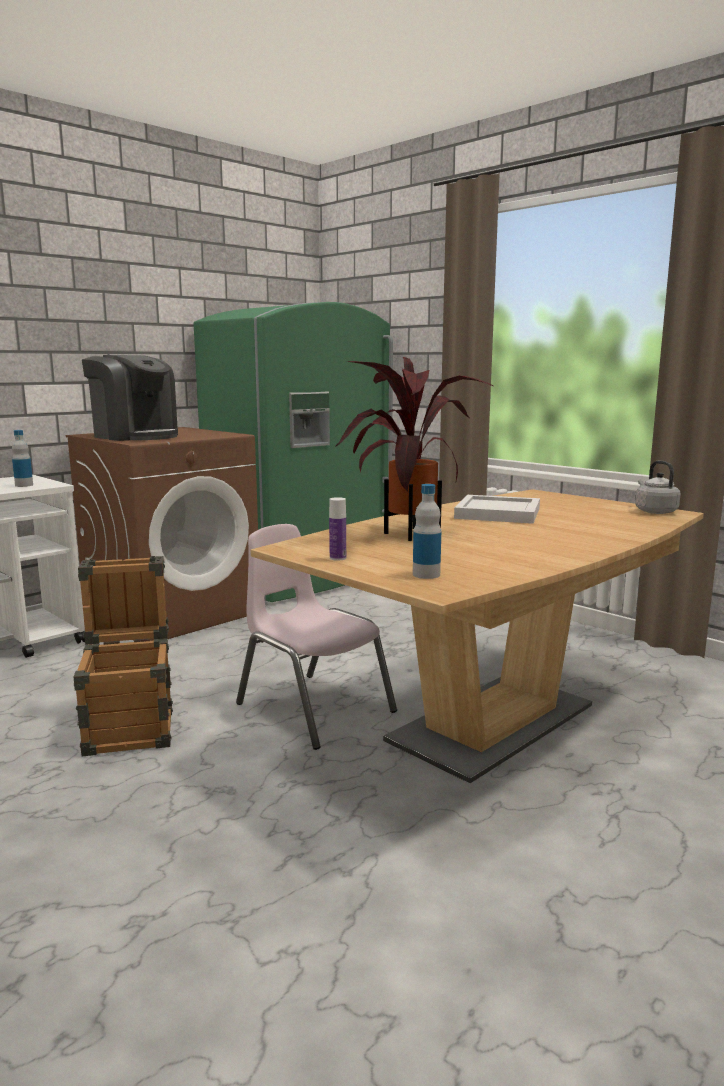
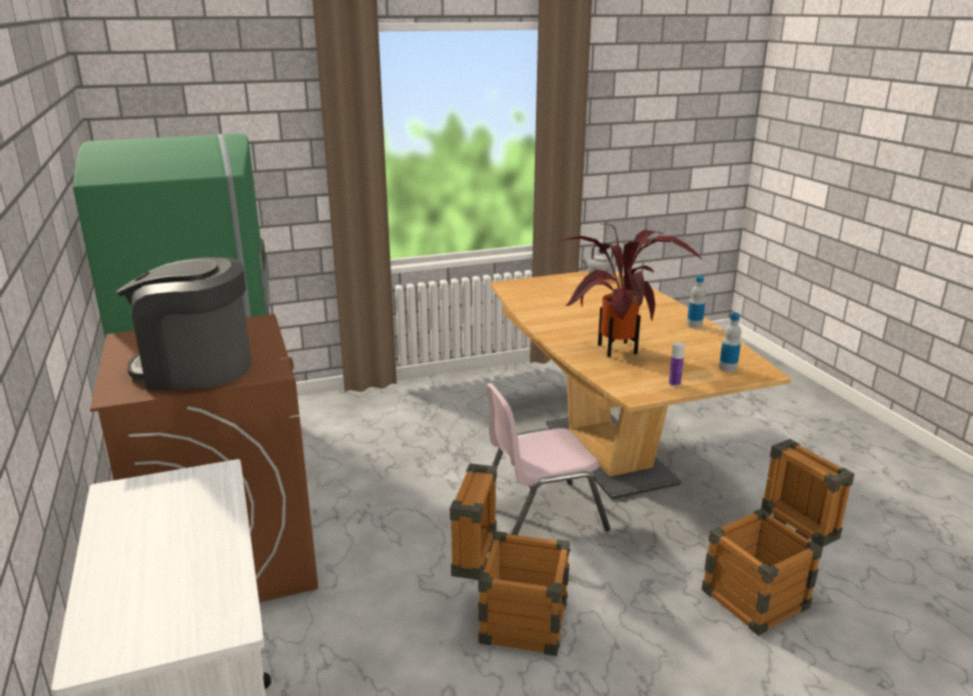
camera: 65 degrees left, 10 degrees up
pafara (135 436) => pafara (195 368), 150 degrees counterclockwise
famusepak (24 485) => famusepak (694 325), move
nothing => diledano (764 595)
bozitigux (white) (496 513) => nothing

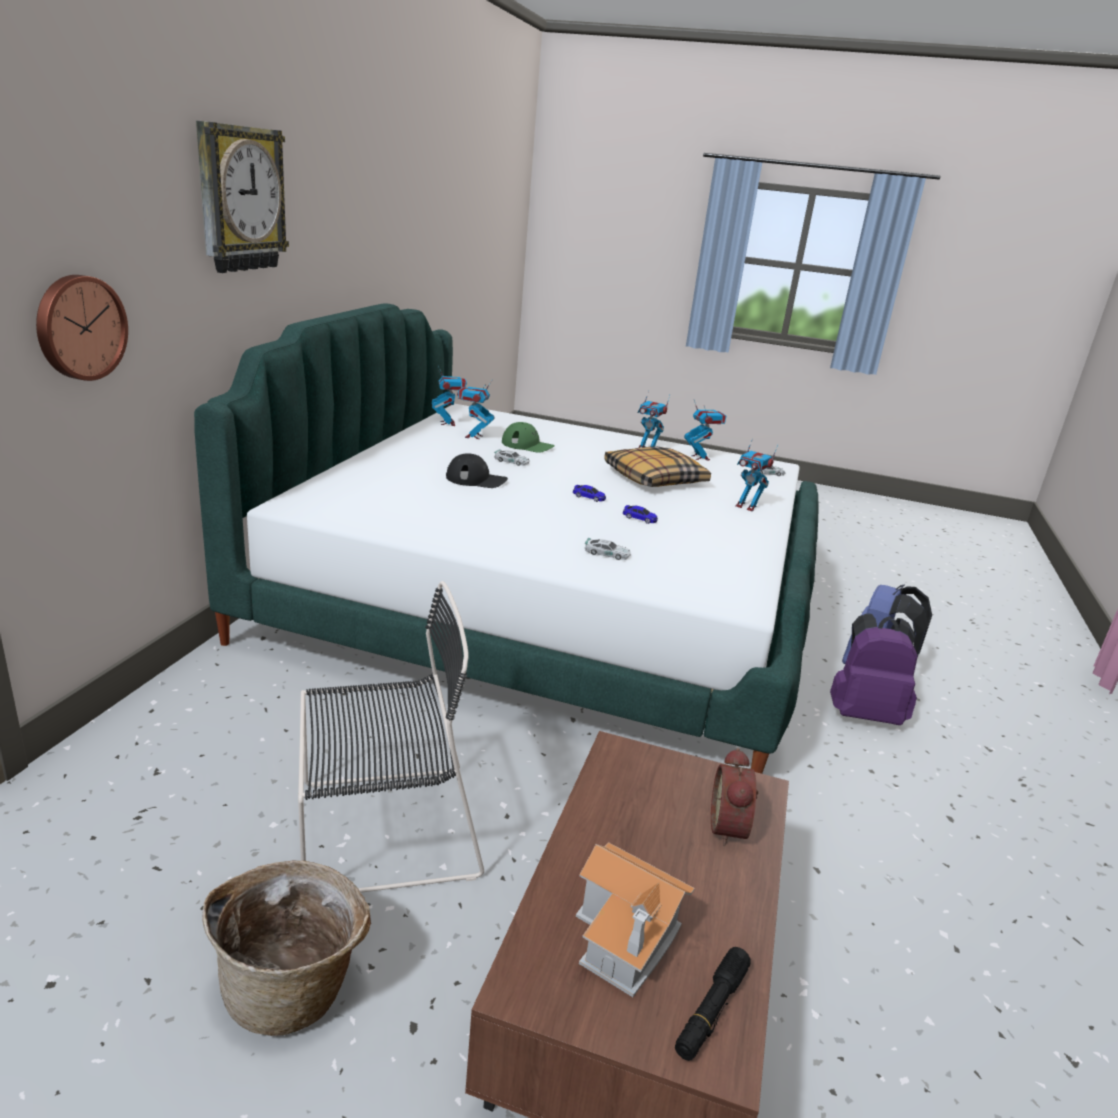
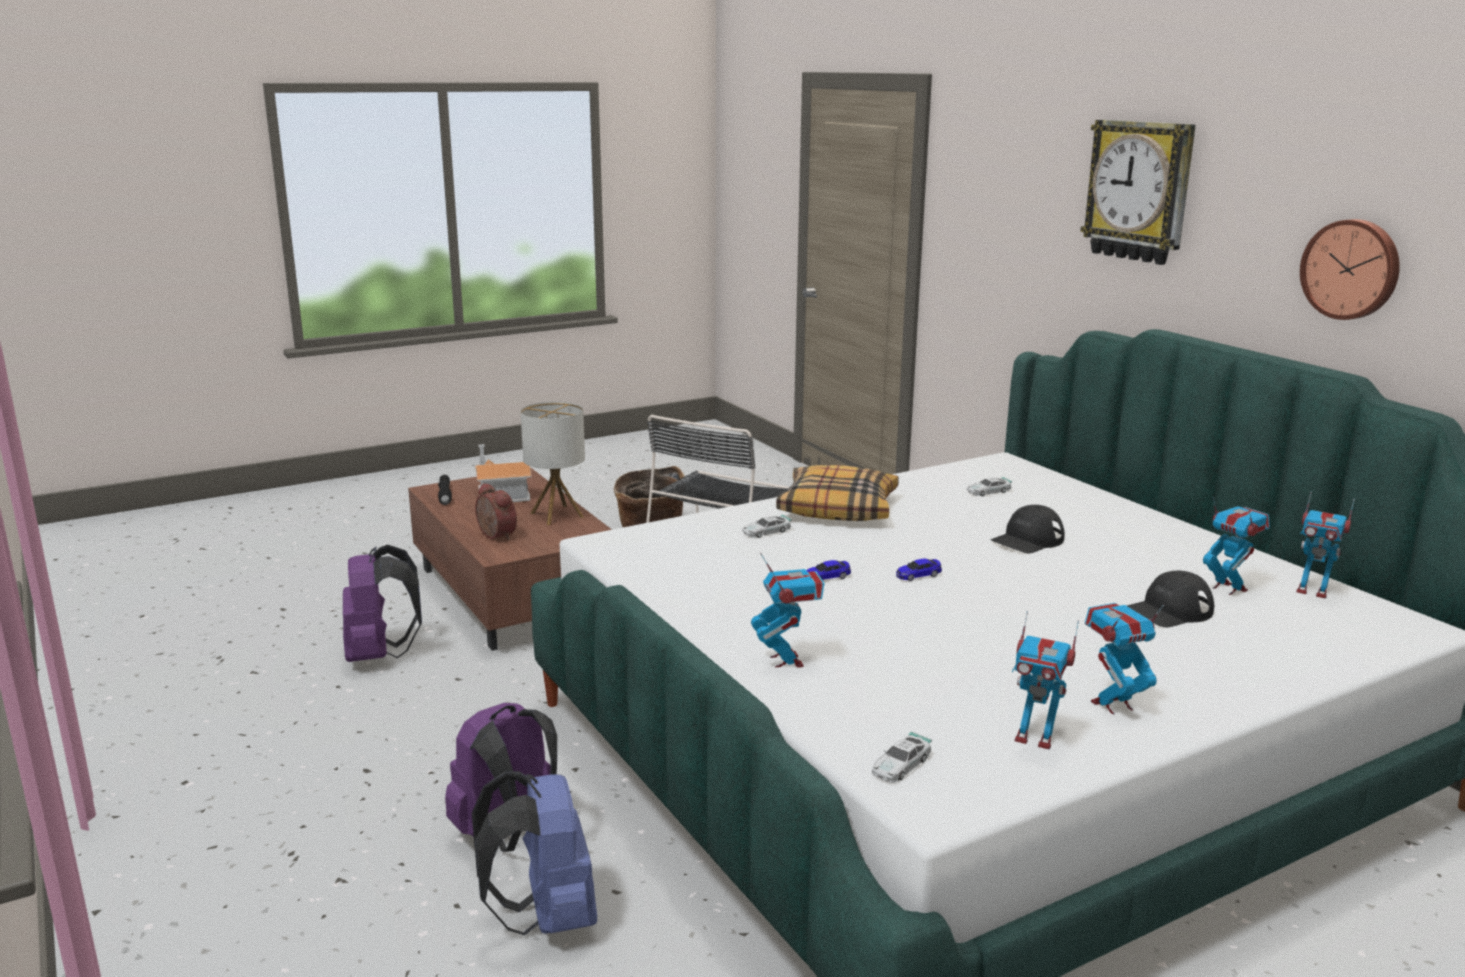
camera: 135 degrees right, 5 degrees down
nothing => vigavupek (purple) (379 655)
nothing => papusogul (557 515)
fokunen (746 507) => fokunen (787 660), 90 degrees clockwise
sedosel (654 479) => sedosel (838 508), move
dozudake (511 462) => dozudake (988 492), move
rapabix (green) (527 445) => rapabix (black) (1169 611)
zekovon (79 327) => zekovon (1351 269), move

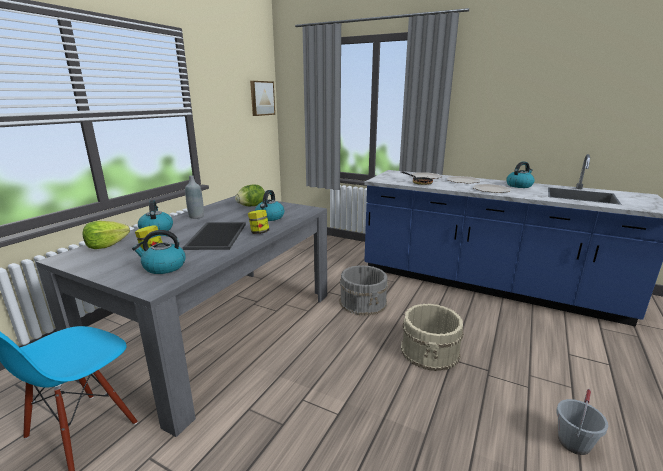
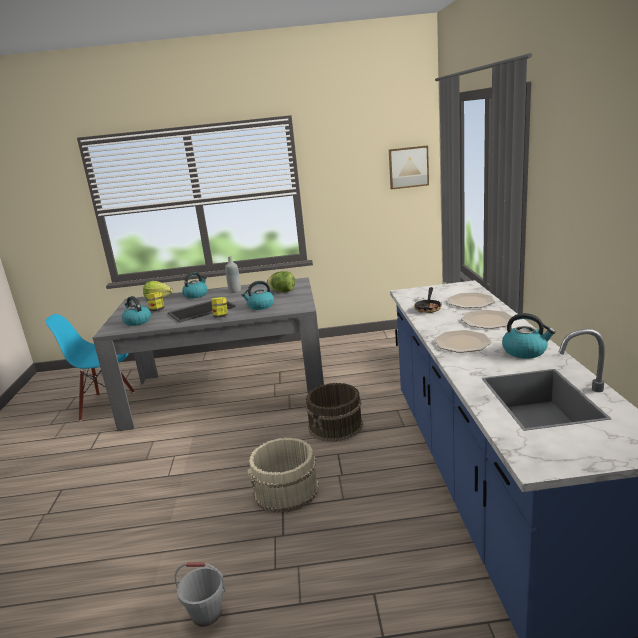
camera: 60 degrees right, 0 degrees up
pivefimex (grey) (363 302) => pivefimex (brown) (336 426)

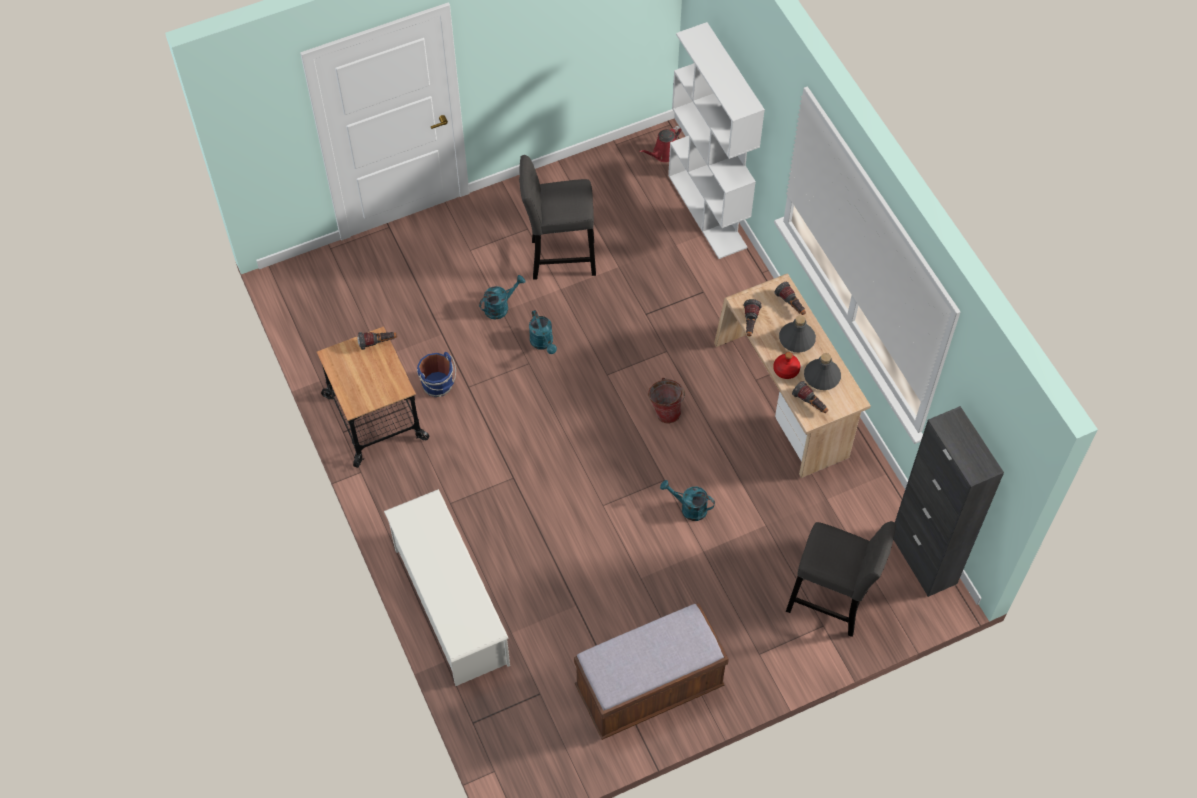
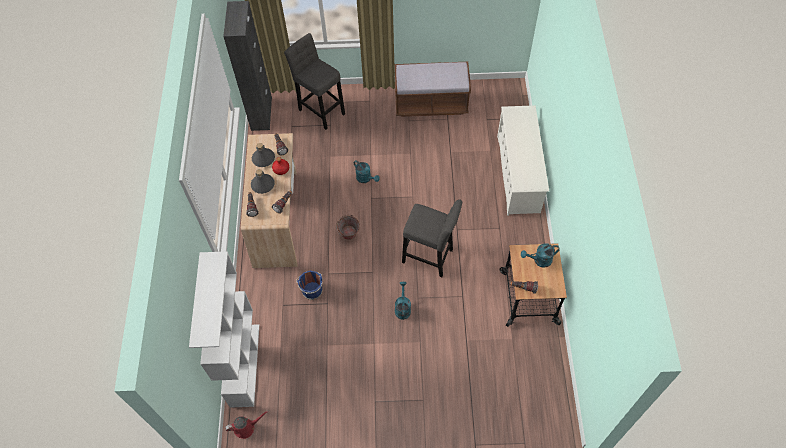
camera: 155 degrees left, 0 degrees up
pivefimex (blue) (438 385) => pivefimex (blue) (312 290), move
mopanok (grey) (559 258) => mopanok (grey) (430 258), move
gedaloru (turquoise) (500 306) => gedaloru (turquoise) (539 260), move

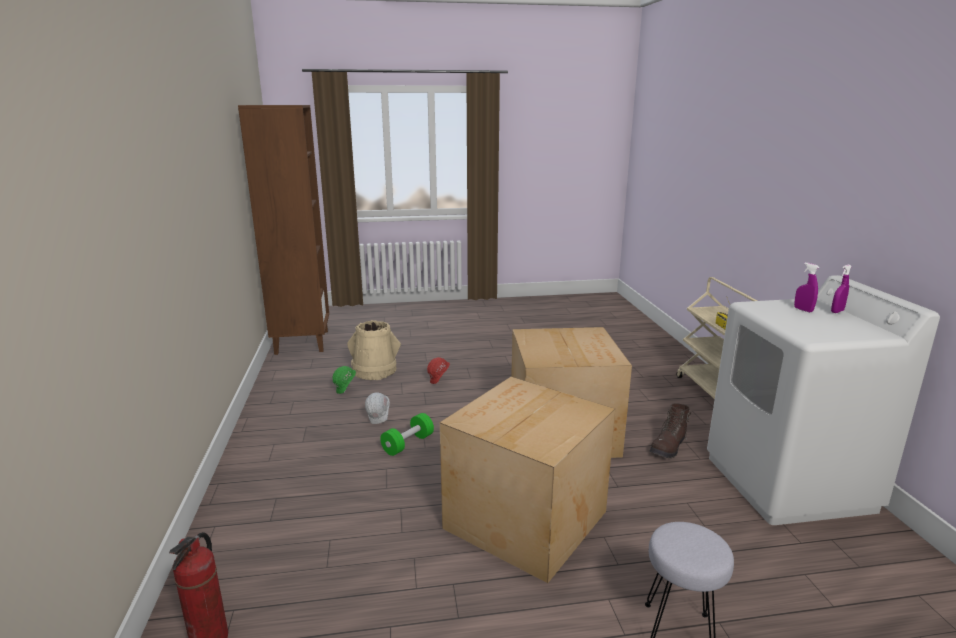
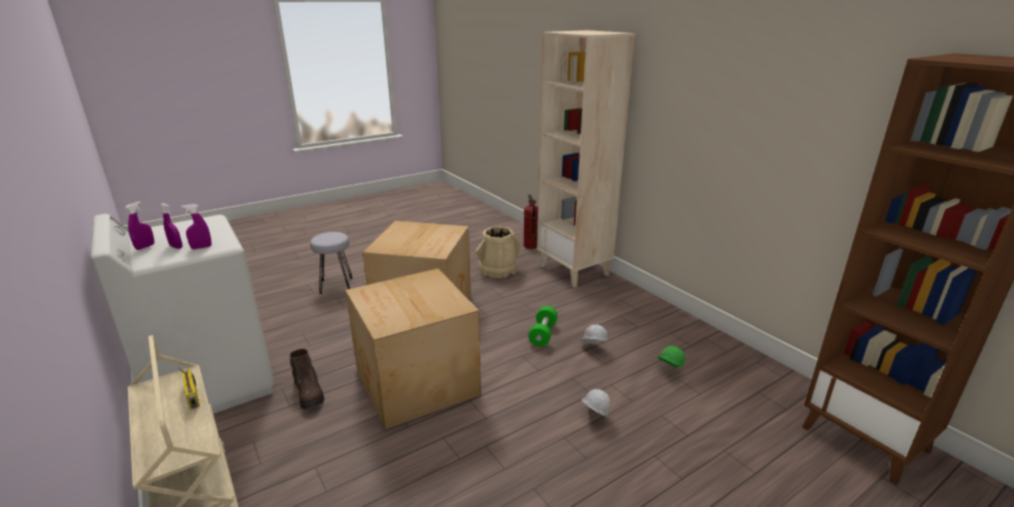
camera: 155 degrees right, 5 degrees up
nothing => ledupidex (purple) (201 247)
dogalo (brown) (669 447) => dogalo (brown) (309 394), 135 degrees clockwise
pivefimex (beige) (374 371) => pivefimex (beige) (498 269), move
nothing => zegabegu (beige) (574 270)
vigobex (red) (439 381) => vigobex (white) (593 417)

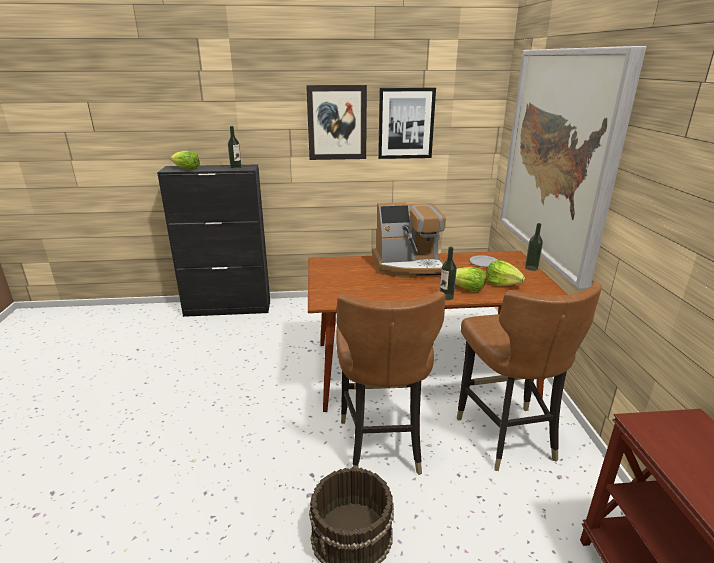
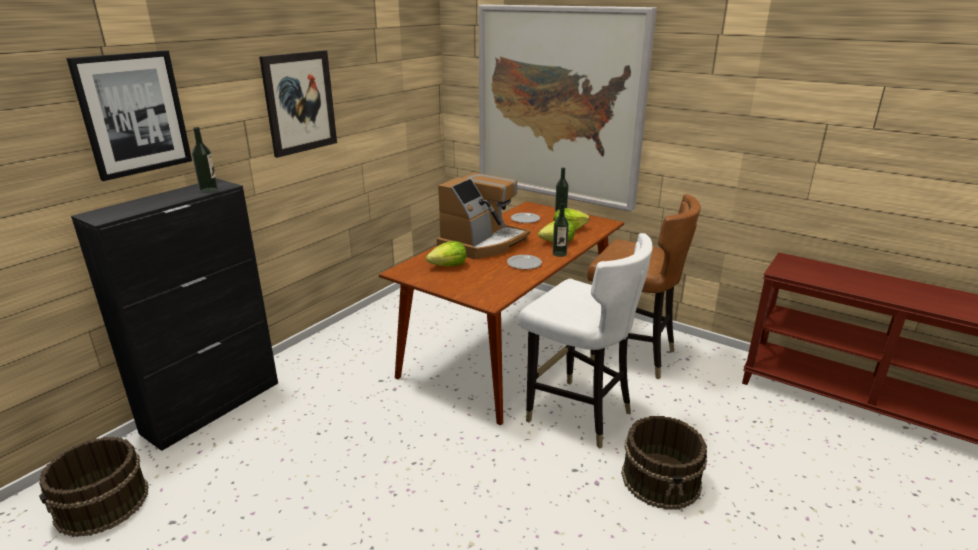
camera: 50 degrees left, 0 degrees up
nothing => pivefimex (brown) (102 504)
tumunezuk (406 123) => tumunezuk (133 114), move
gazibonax (186 169) => gazibonax (448 265), move
nothing => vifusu (524 264)
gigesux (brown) (382 444) => gigesux (white) (578 414)

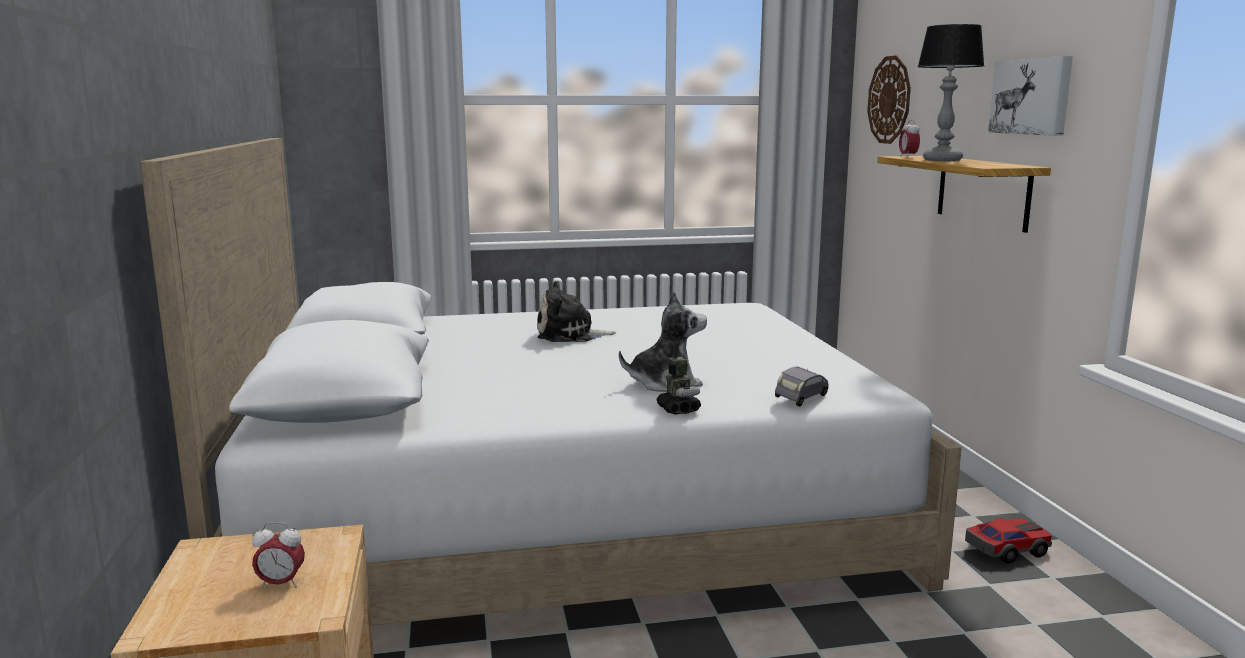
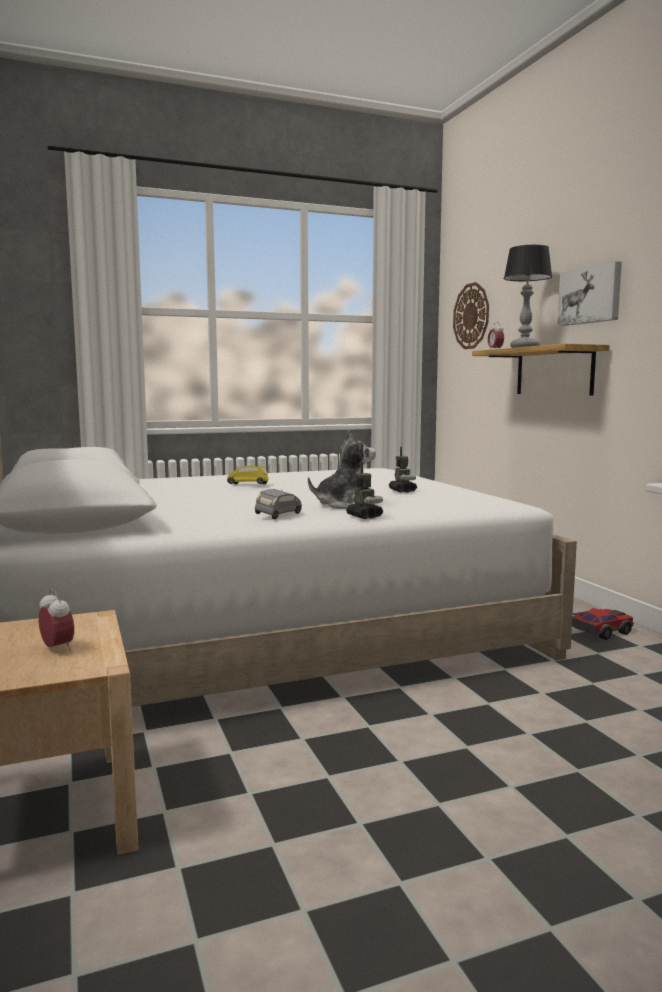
camera: 10 degrees left, 5 degrees down
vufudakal (281 584) => vufudakal (57 649), 120 degrees counterclockwise
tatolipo (570 335) => dozudake (yellow) (248 485)
dozudake (grey) (802 399) => dozudake (grey) (279 515), move
nothing => fokunen (402 491)

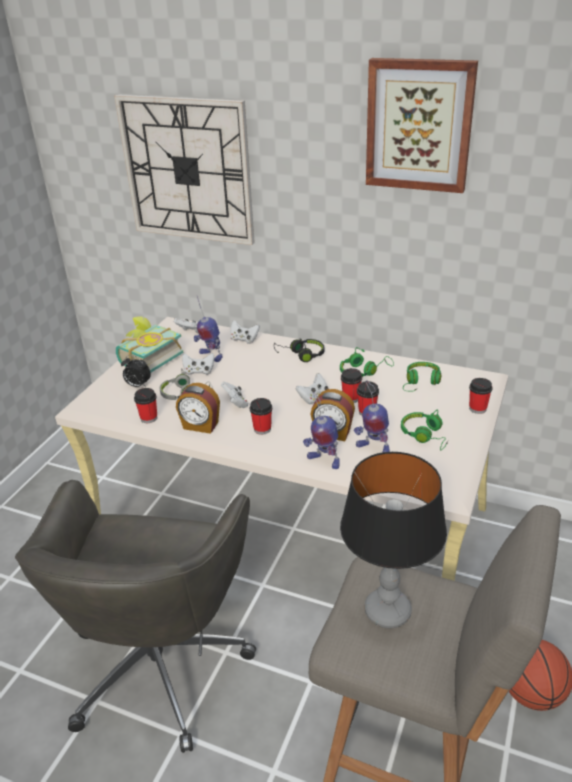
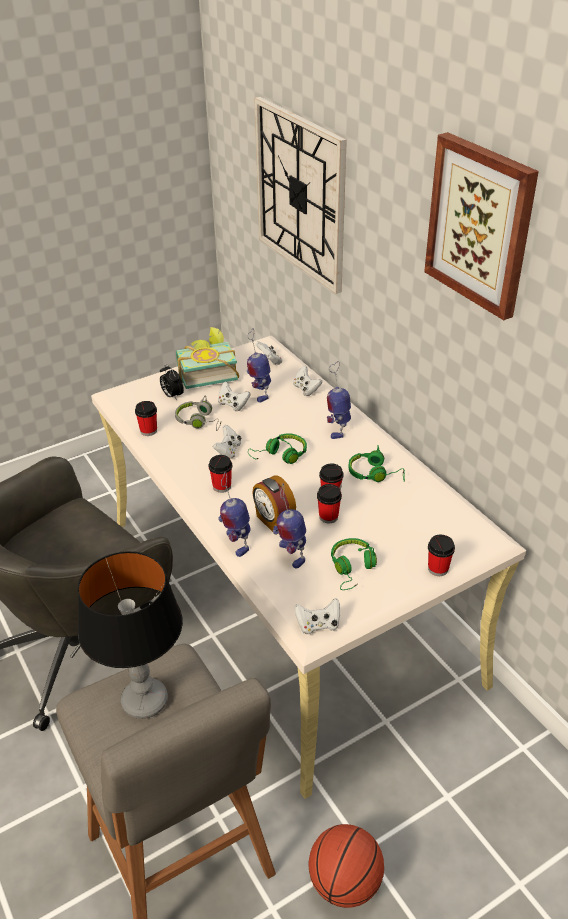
camera: 35 degrees right, 5 degrees up
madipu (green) (421 382) => madipu (green) (280 455), move
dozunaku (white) (313 397) => dozunaku (white) (318 625), move
madipu (black) (301 355) => fokunen (338 429)
vufudakal (200 426) => nothing

